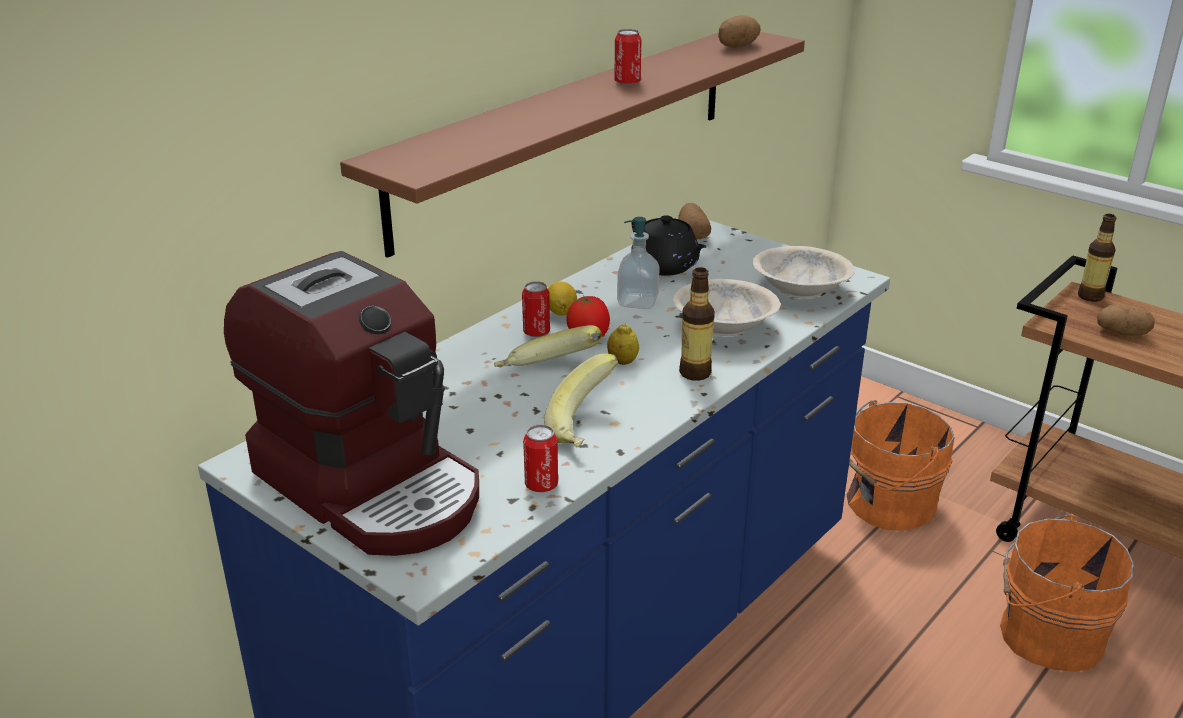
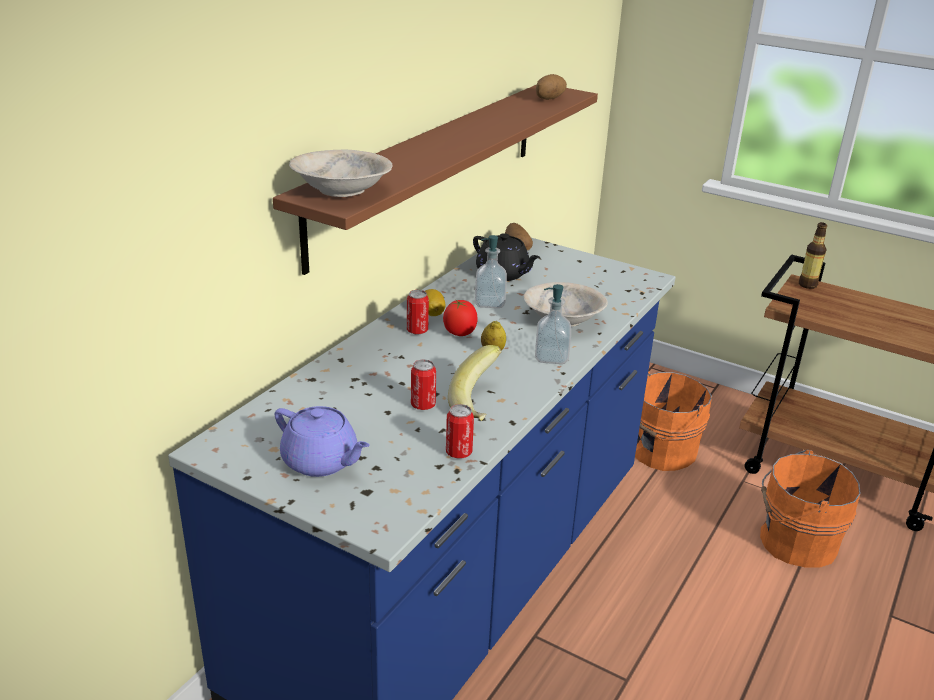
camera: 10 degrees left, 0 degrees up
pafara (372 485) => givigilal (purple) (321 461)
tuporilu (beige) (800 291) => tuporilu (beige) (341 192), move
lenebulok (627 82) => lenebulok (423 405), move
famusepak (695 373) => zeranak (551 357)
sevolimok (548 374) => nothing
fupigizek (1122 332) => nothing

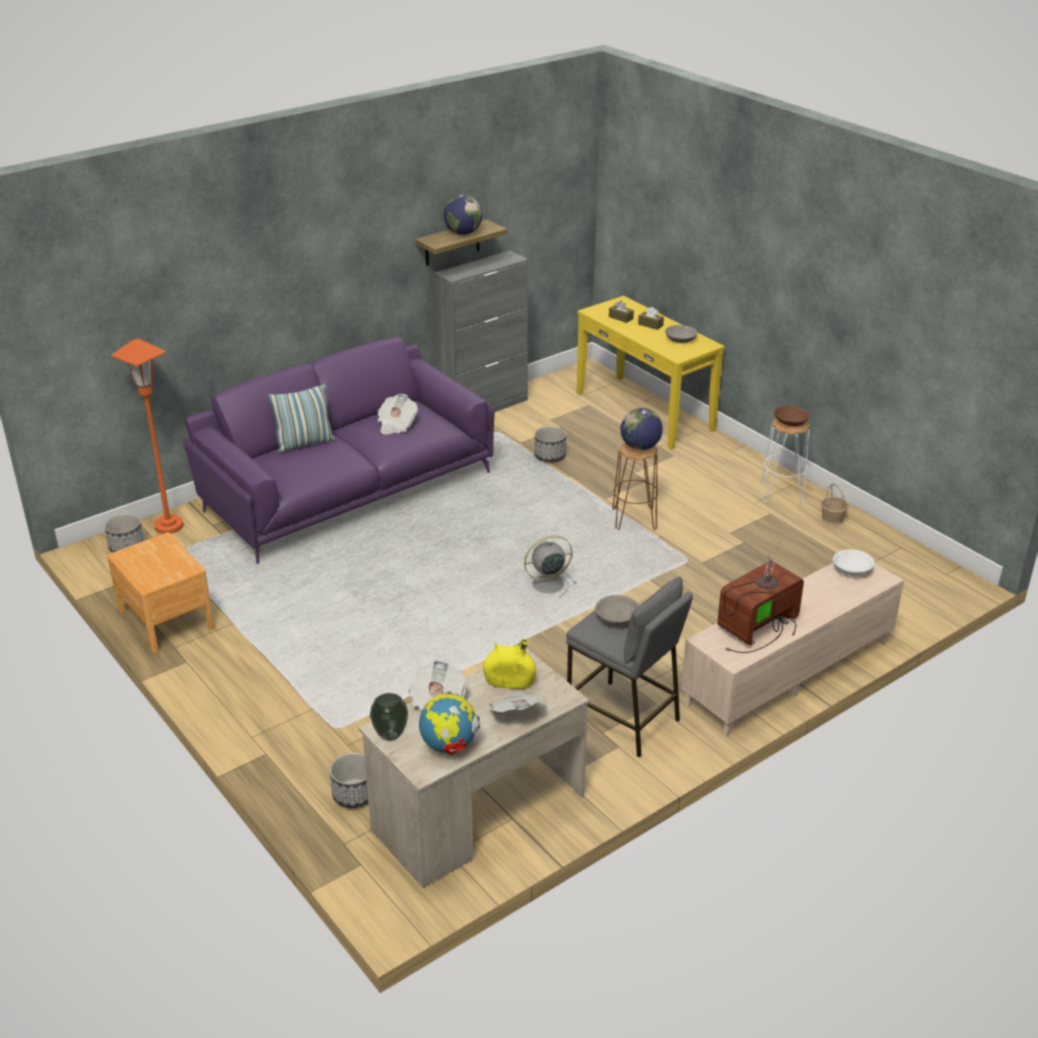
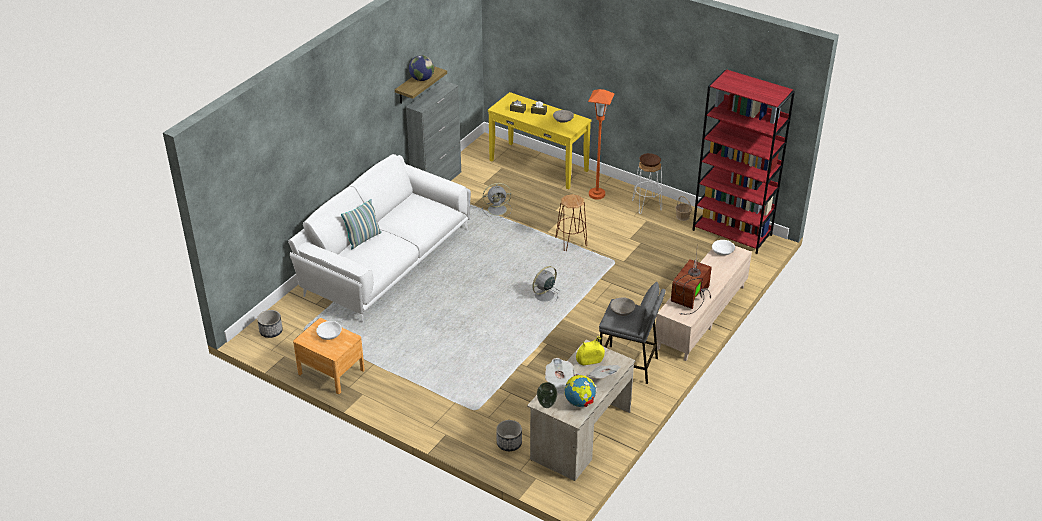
camera: 20 degrees left, 5 degrees up
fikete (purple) (347 489) => fikete (white) (385 260)
nothing => tuporilu (white) (329 334)
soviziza (550 456) => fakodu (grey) (498 209)
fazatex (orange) (169 526) => fazatex (orange) (597 194), move
nothing => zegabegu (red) (732 233)
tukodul (396 425) => nothing
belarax (640 447) => nothing

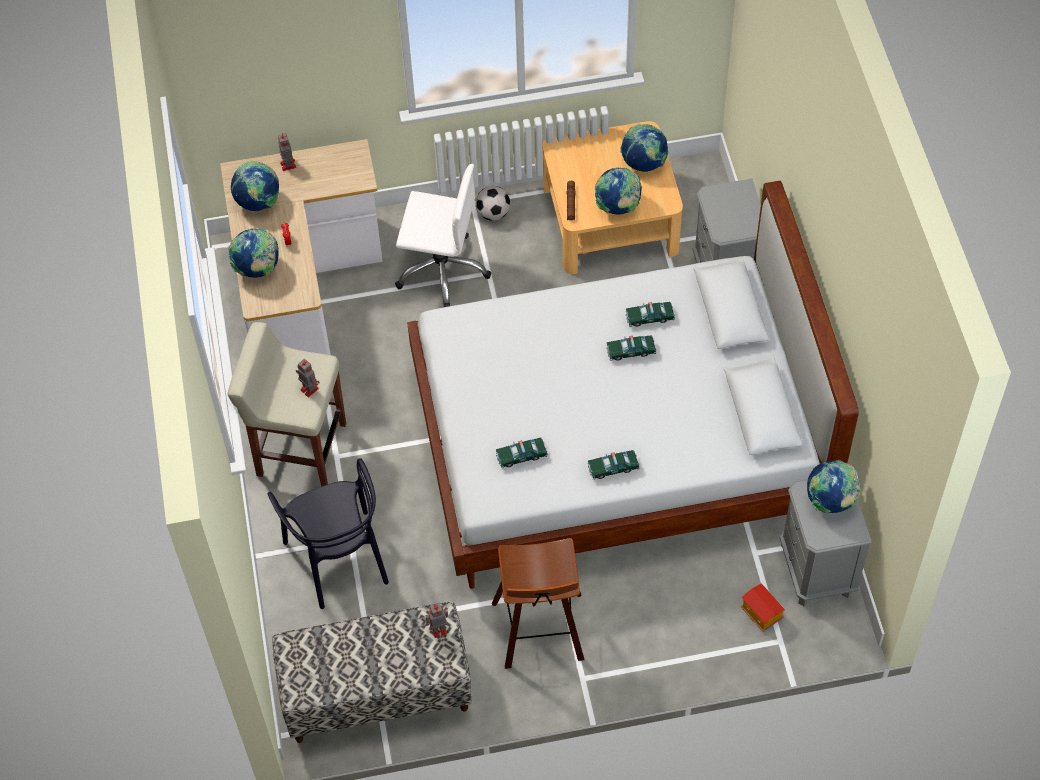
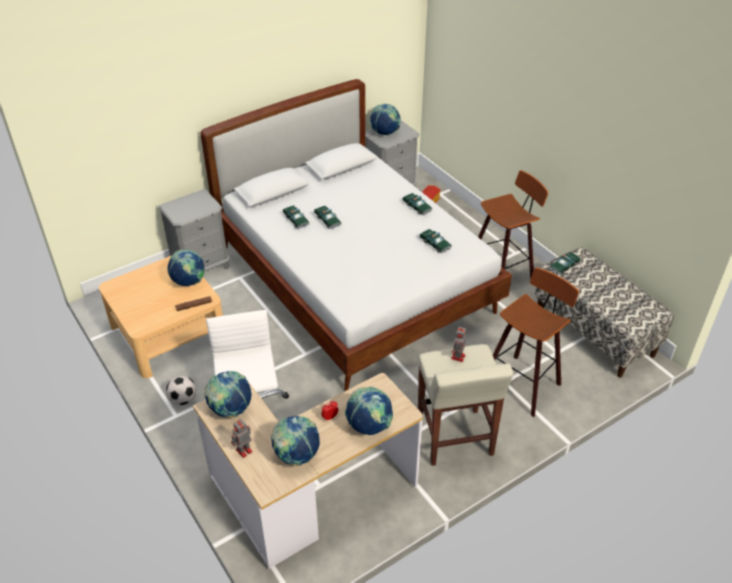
camera: 115 degrees left, 15 degrees down
belarax (644 163) => belarax (230 409), move
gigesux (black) (339 559) => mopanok (523 382)
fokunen (437 629) => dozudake (564 266)

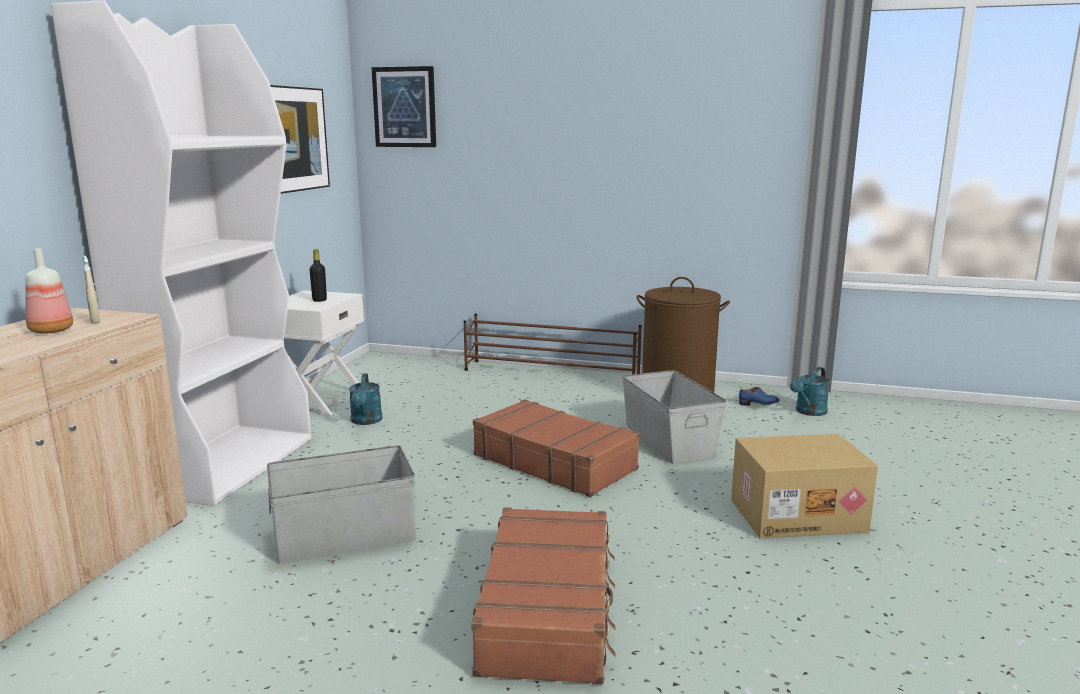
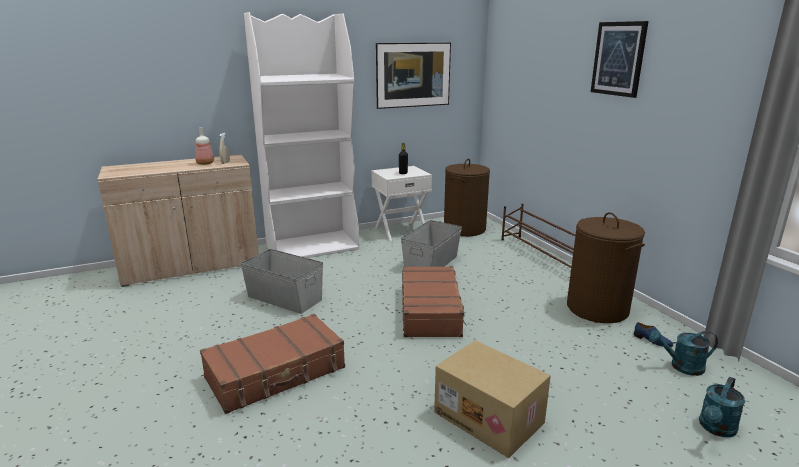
camera: 50 degrees right, 5 degrees up
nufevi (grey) (669 440) => nufevi (grey) (432 263), move
nothing => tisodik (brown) (464 229)
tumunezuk (404 107) => tumunezuk (618 59), move
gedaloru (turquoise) (366 421) => gedaloru (turquoise) (716 429), move

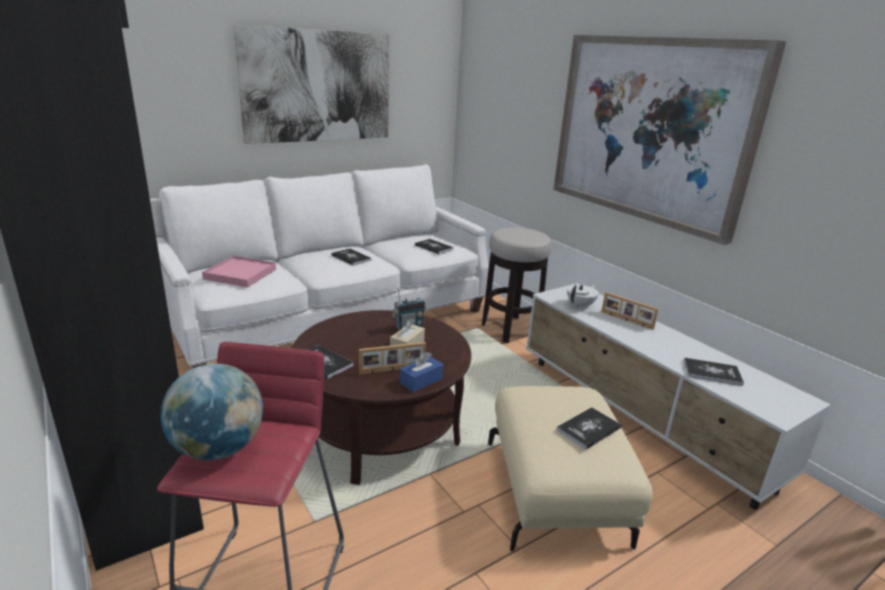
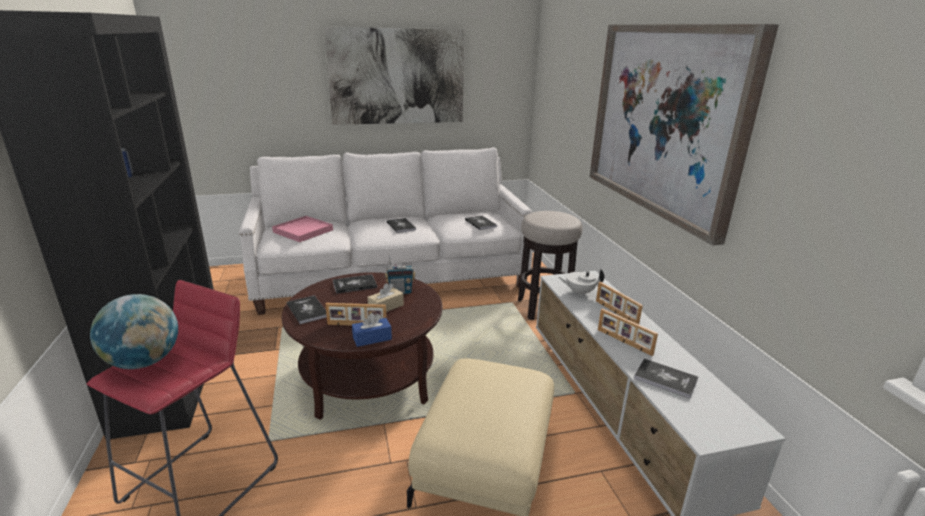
camera: 20 degrees right, 0 degrees up
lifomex (588 429) => lifomex (354 285), move
givigilal (white) (580 305) => givigilal (white) (579 292), 150 degrees counterclockwise
nothing => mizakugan (624 342)

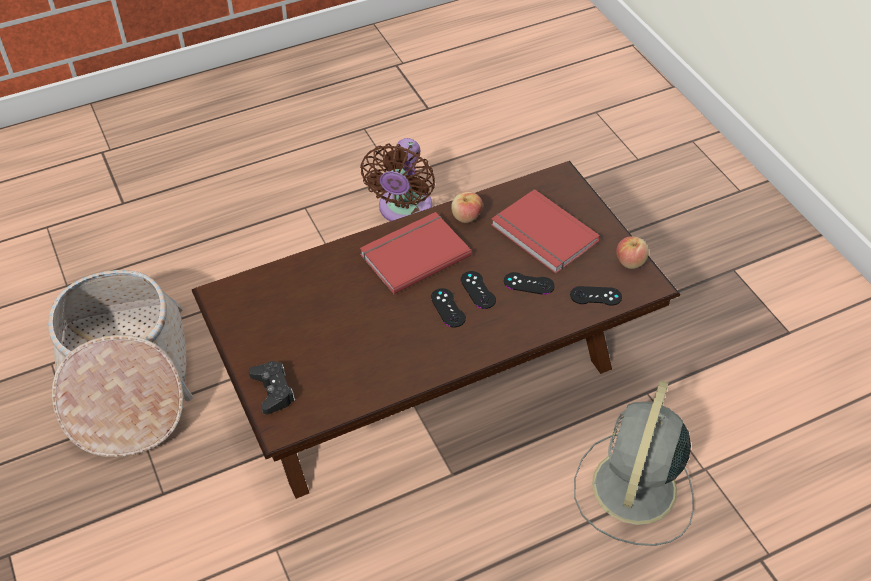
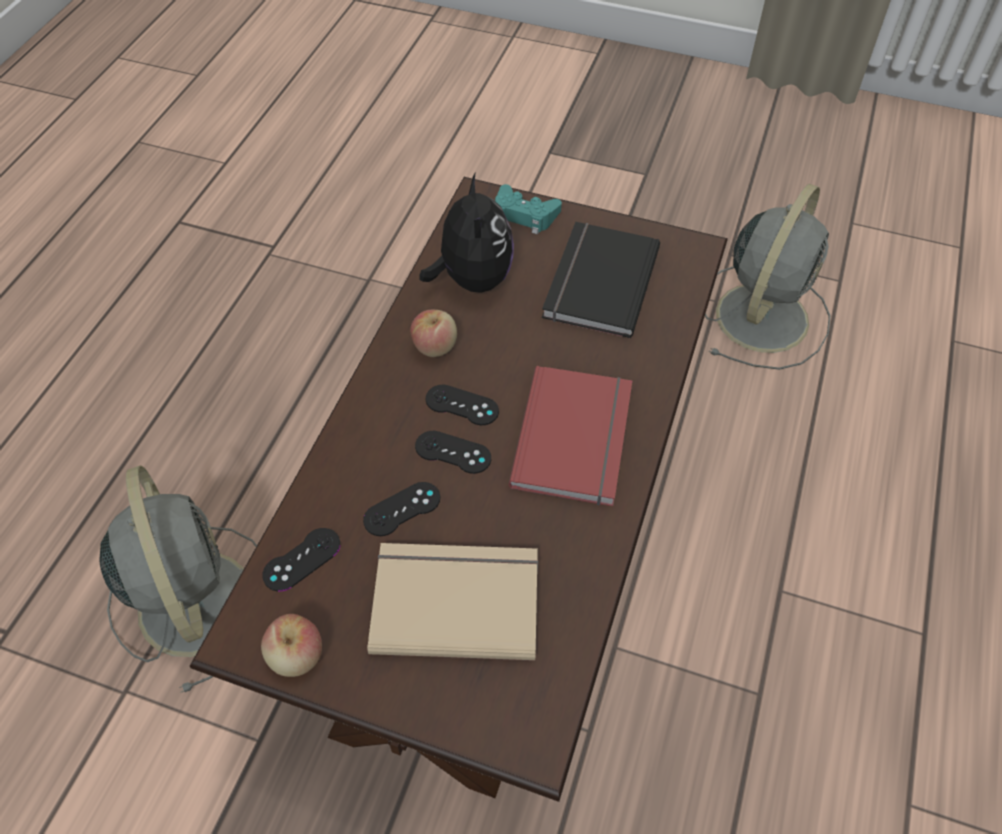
camera: 135 degrees right, 5 degrees up
lifomex (red) (542 235) => lifomex (beige) (455 599)
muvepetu (466 217) => muvepetu (435 346), move
nothing => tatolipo (472 279)
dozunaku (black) (273 390) => dozunaku (turquoise) (524 215)
nothing => lifomex (black) (597 282)
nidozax (126 382) => fakodu (grey) (763 315)
fakodu (brown) (403 210) => nothing

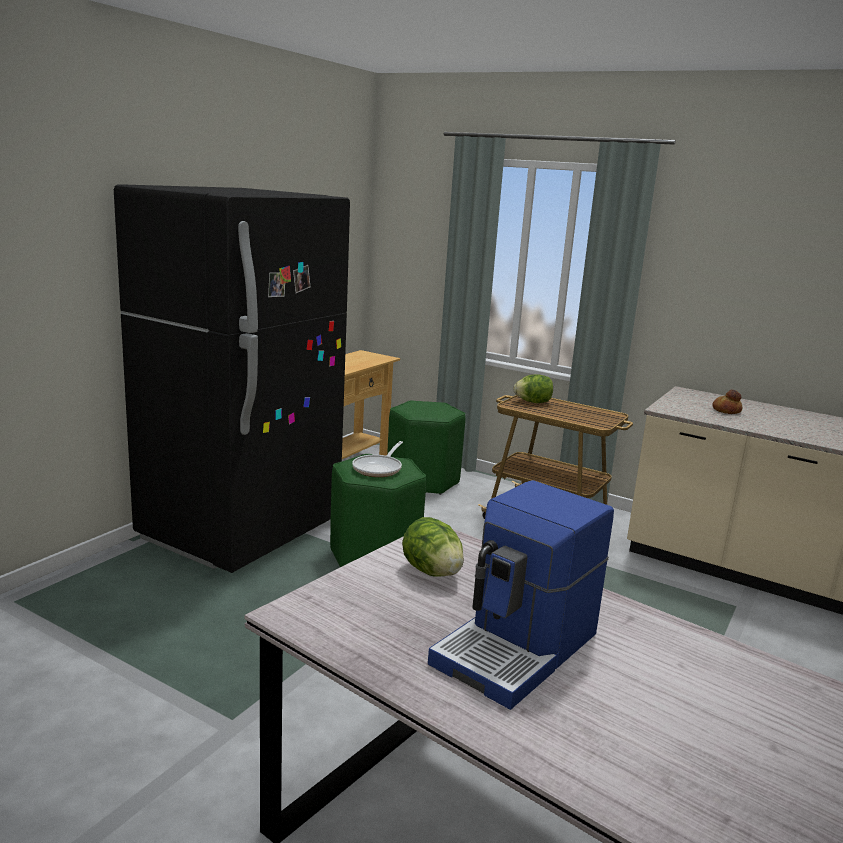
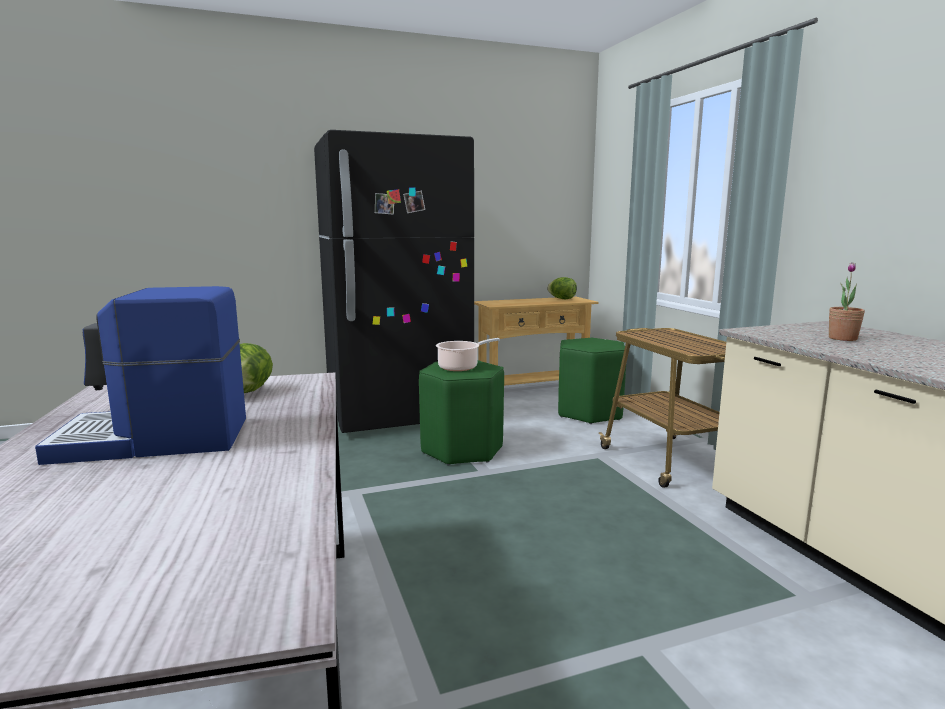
camera: 40 degrees right, 5 degrees down
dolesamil (379 468) => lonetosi (460 367)
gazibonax (533 402) => gazibonax (562 299), move
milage (726 410) => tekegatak (842 338)

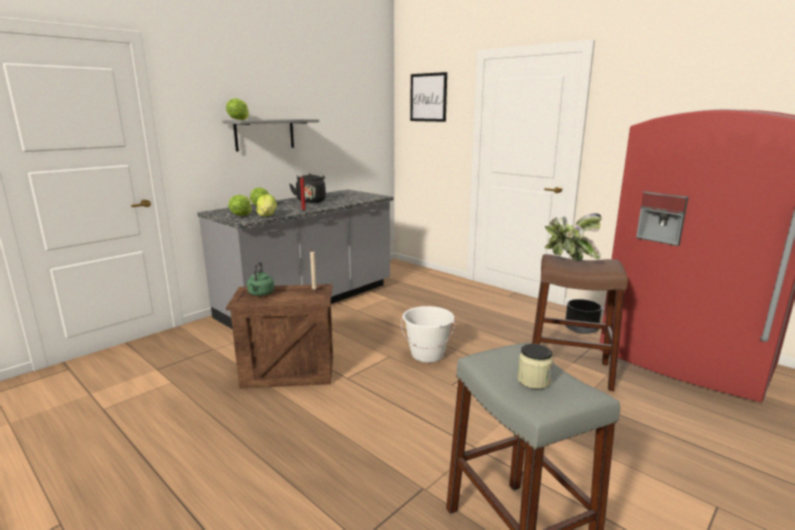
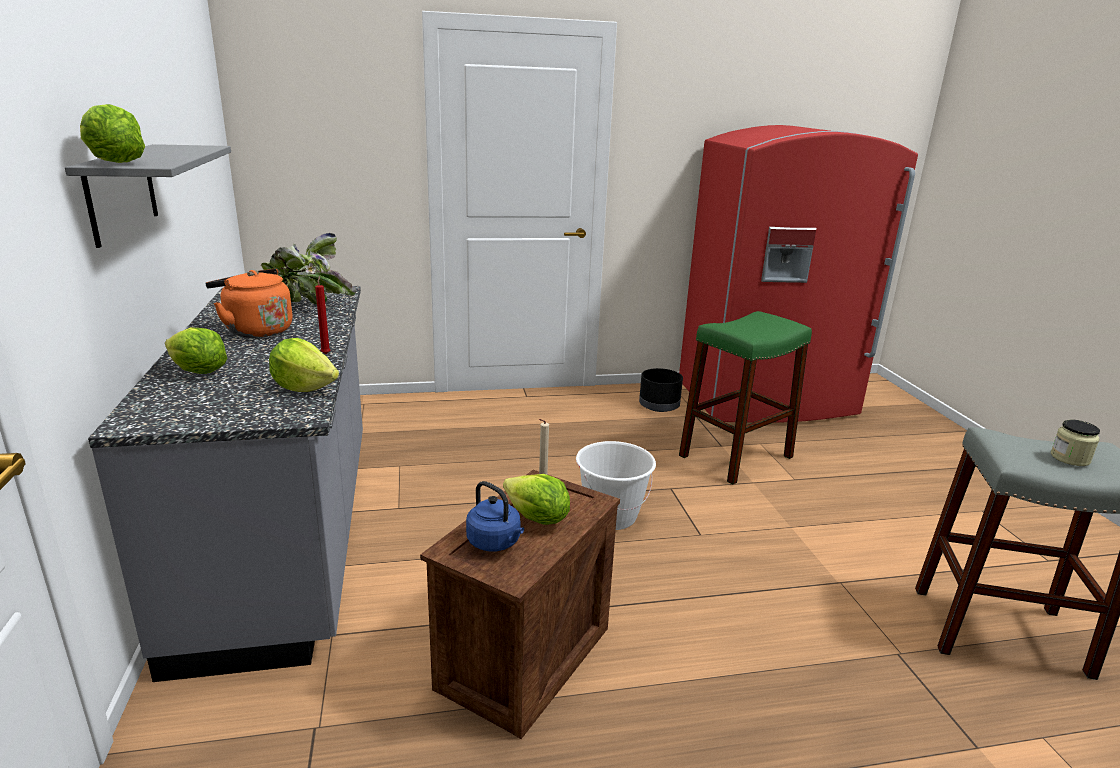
camera: 55 degrees left, 5 degrees up
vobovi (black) (311 201) => vobovi (orange) (256 330)
tekegatak (568 260) => tekegatak (308 306), move
vobovi (green) (260 294) => vobovi (blue) (495 543)
gazibonax (241 215) => gazibonax (537 518), move
mopanok (brown) (569 371) => mopanok (green) (735 456)
tumunezuk (428 97) => nothing

